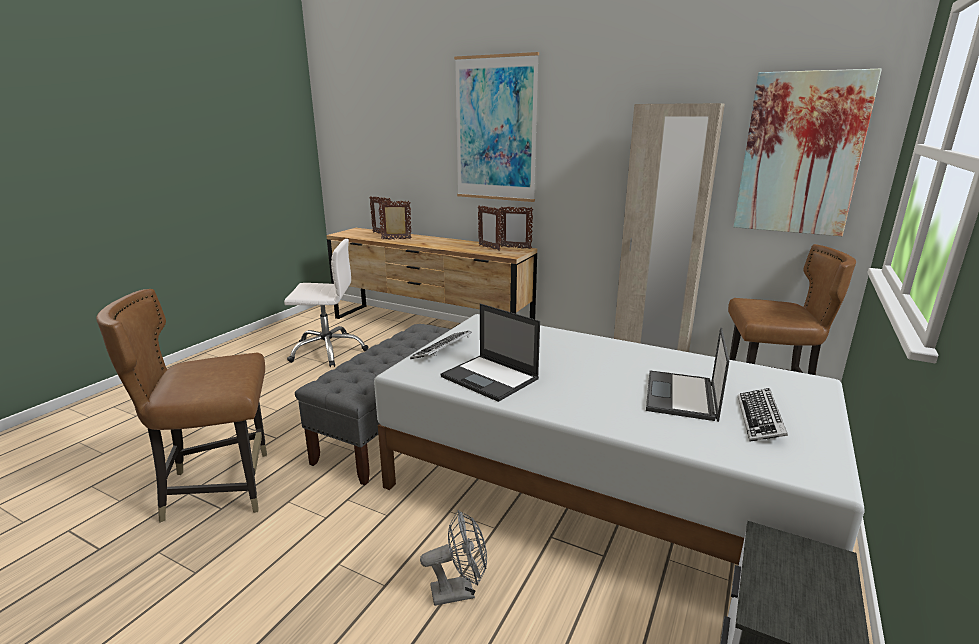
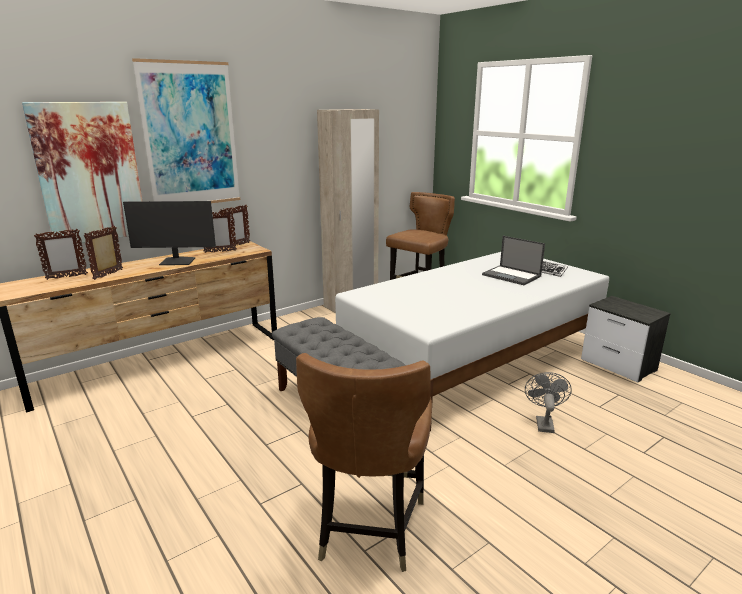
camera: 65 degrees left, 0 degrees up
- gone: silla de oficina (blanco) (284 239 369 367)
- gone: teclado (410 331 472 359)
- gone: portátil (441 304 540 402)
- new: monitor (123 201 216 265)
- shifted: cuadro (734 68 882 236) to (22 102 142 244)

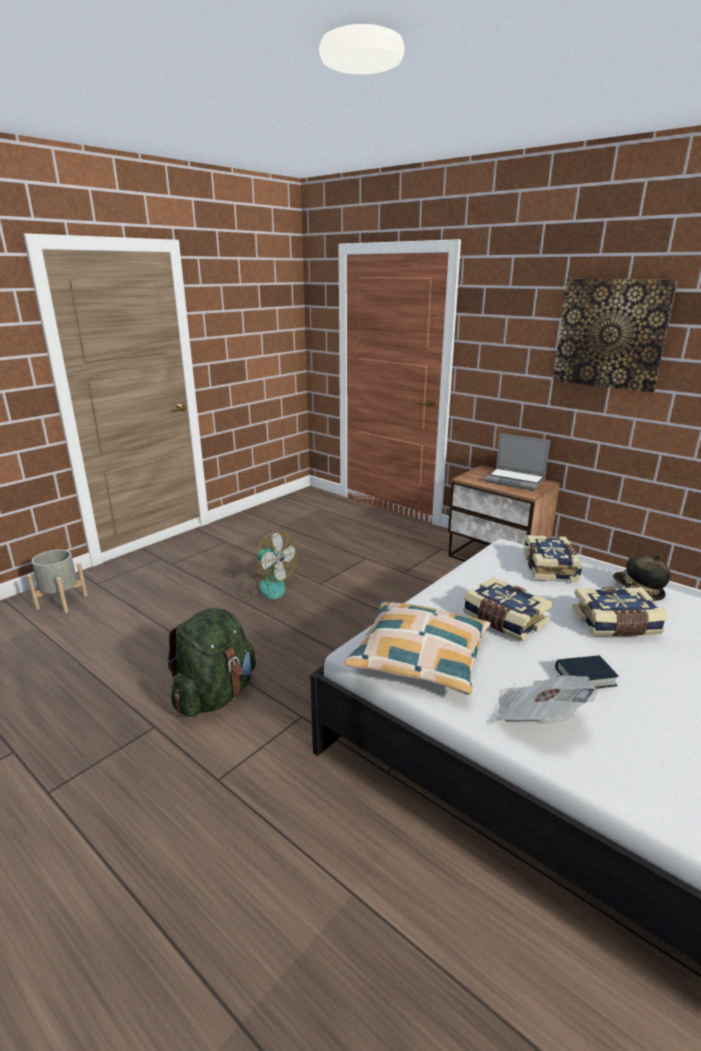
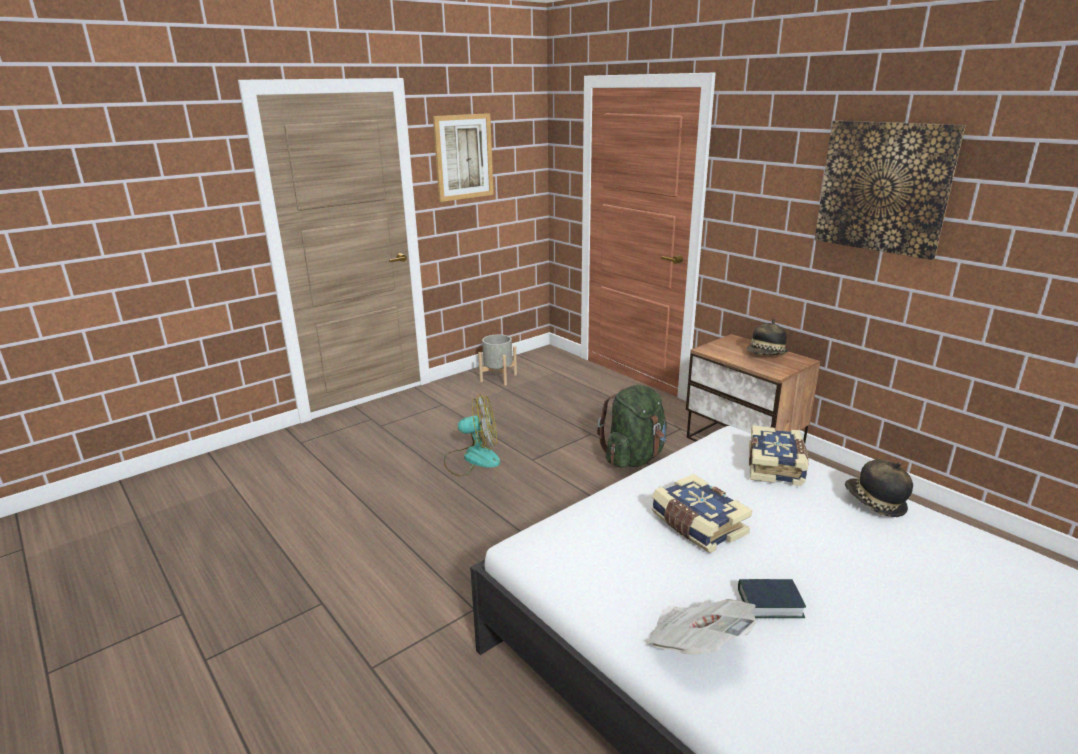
camera: 10 degrees right, 0 degrees up
- gone: cojín (344 601 491 695)
- gone: libro (572 587 667 636)
- new: cuadro (433 113 494 202)
- shifted: maceta (gris) (27 549 88 613) to (478 334 517 386)
- shifted: mochila (verde) (166 608 256 717) to (597 385 667 468)
- swapped: portátil (484 433 551 490) to sombrero (747 319 788 355)
- rotated: ventilador (237 531 297 599) = (444 394 500 477) 45 degrees counterclockwise

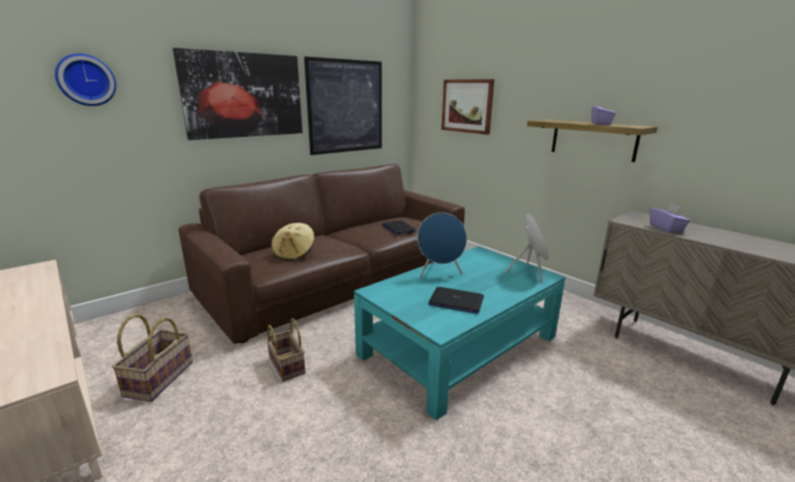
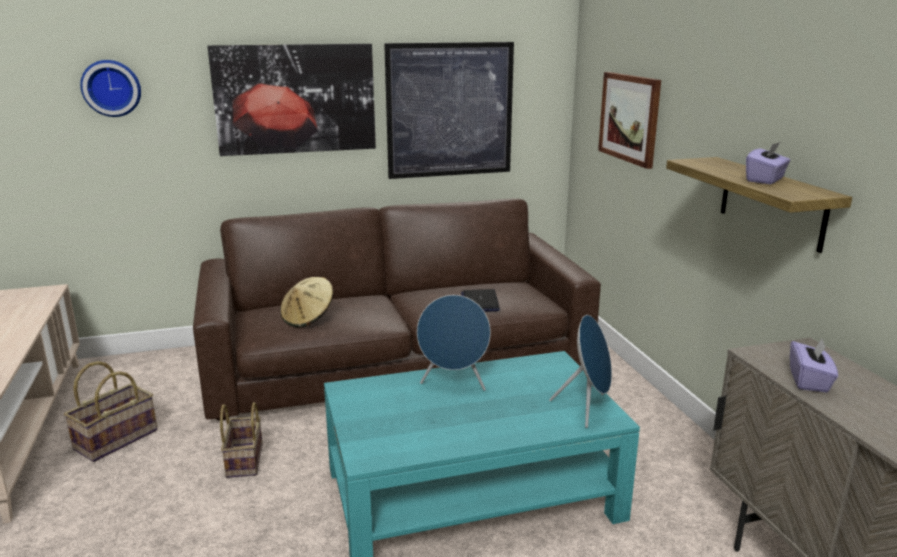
camera: 25 degrees right, 0 degrees up
- gone: portátil (428 287 484 314)

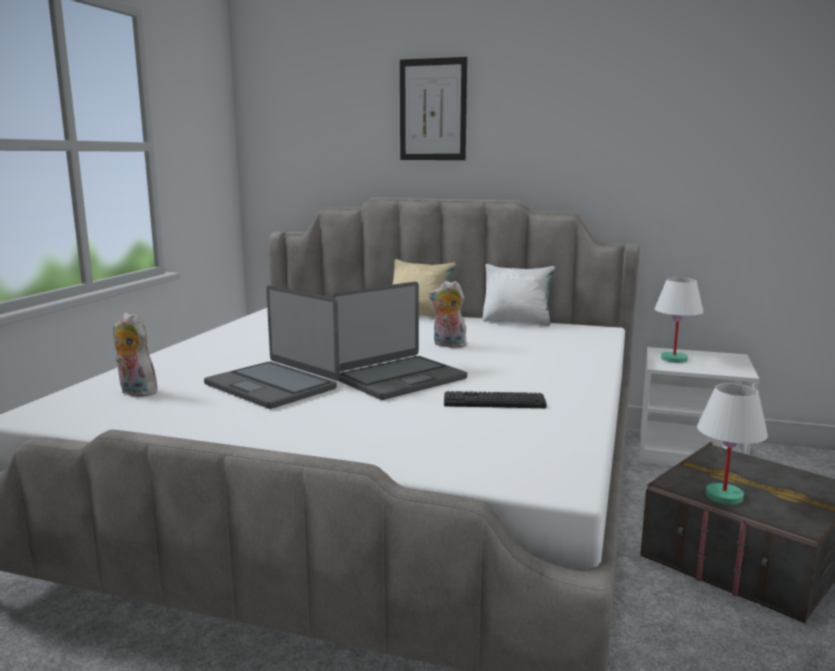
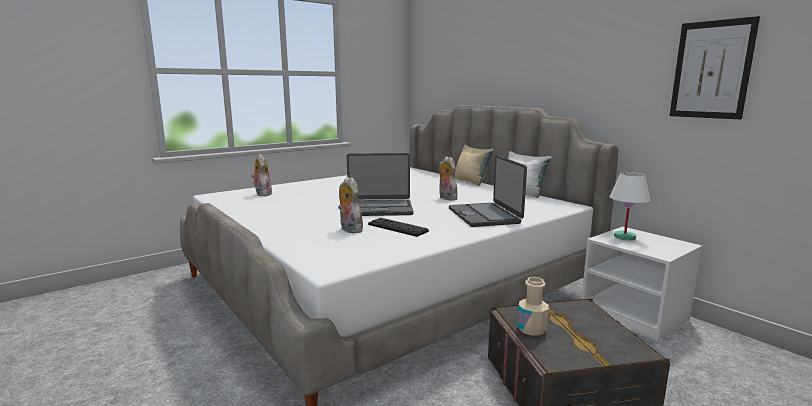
camera: 35 degrees right, 0 degrees up
- new: peluche (338 177 363 233)
- shifted: portátil (204 285 340 409) to (449 155 527 227)
- shifted: cuadro (400 57 467 160) to (670 16 760 119)
- swapped: lámpara de mesa (blanco) (697 383 768 505) to botella (beis) (517 277 549 336)

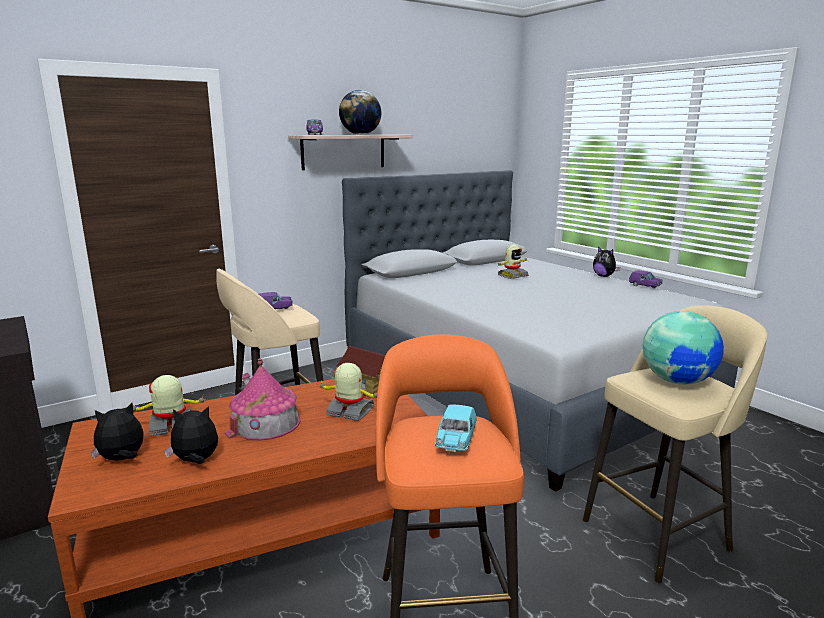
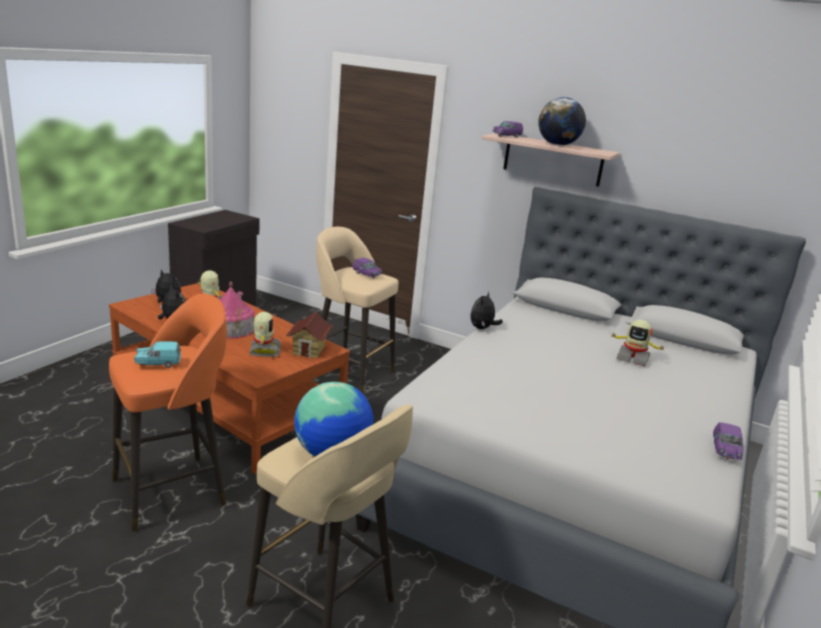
camera: 60 degrees right, 5 degrees up
- shifted: peluche (593 246 620 277) to (470 291 503 329)

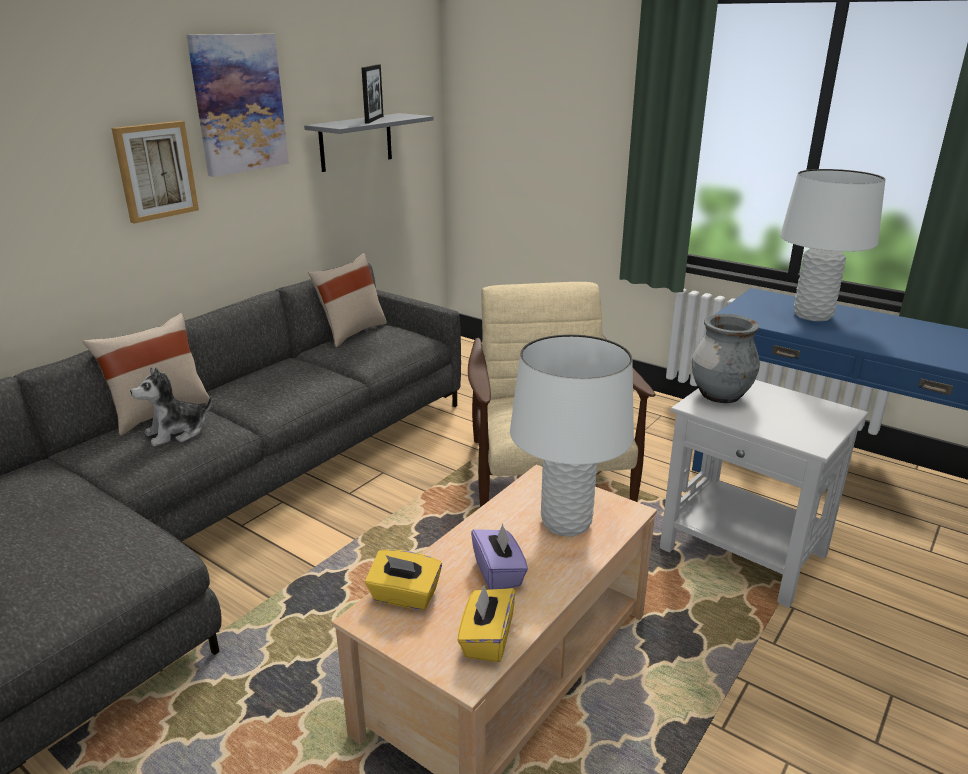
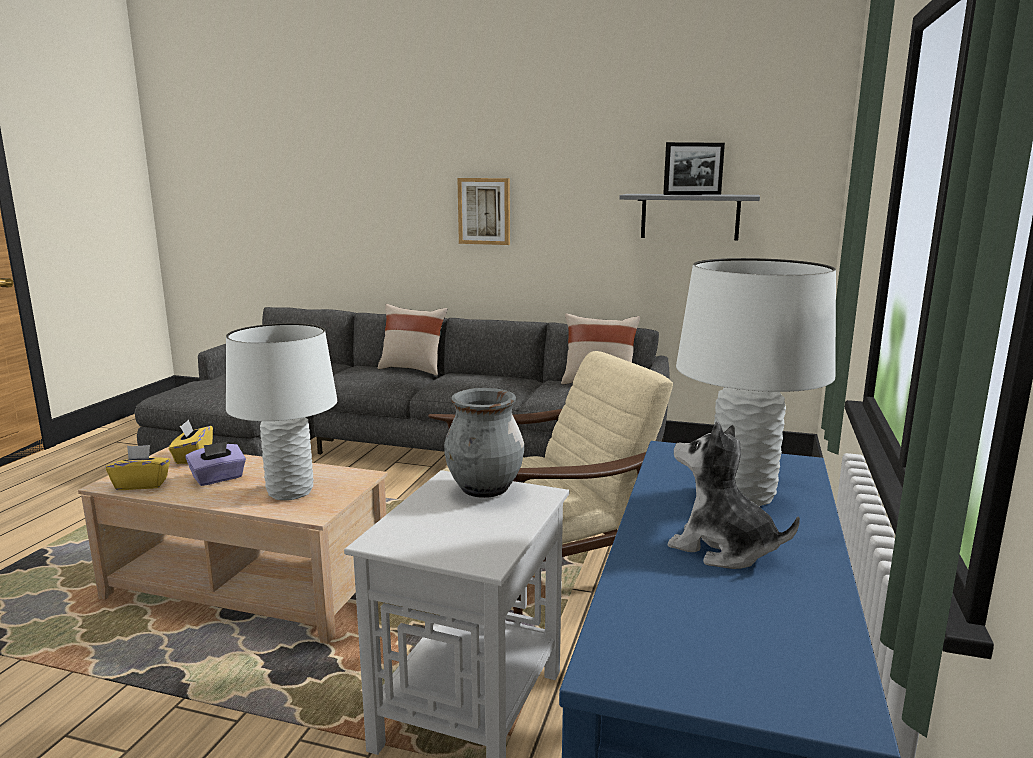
camera: 70 degrees right, 10 degrees down
- gone: cuadro (187 34 289 177)
- shifted: peluche (130 367 212 446) to (668 421 800 569)

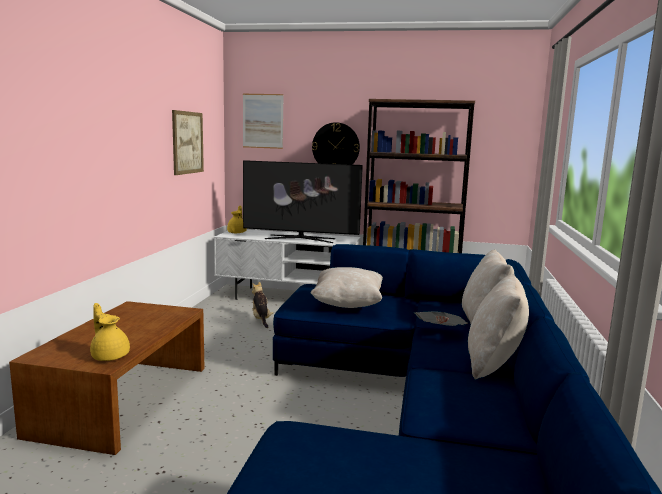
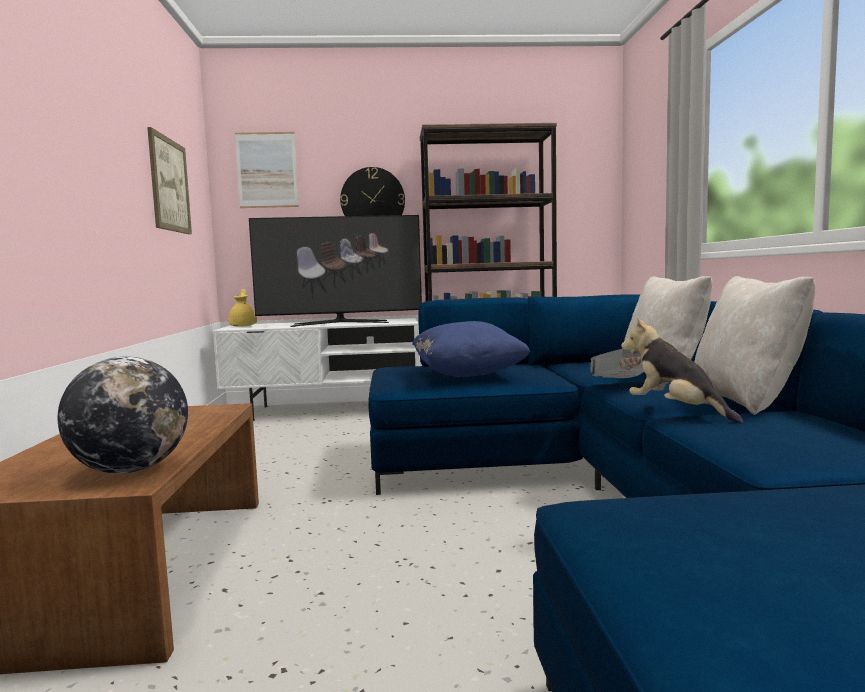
camera: 15 degrees left, 5 degrees down
- shifted: peluche (252 282 273 328) to (621 319 743 423)
- swapped: tetera (amarillo) (90 303 130 361) to globo terráqueo (57 357 188 474)
- repainted: cojín (beis) (311 267 383 308) to cojín (azul) (412 321 530 377)

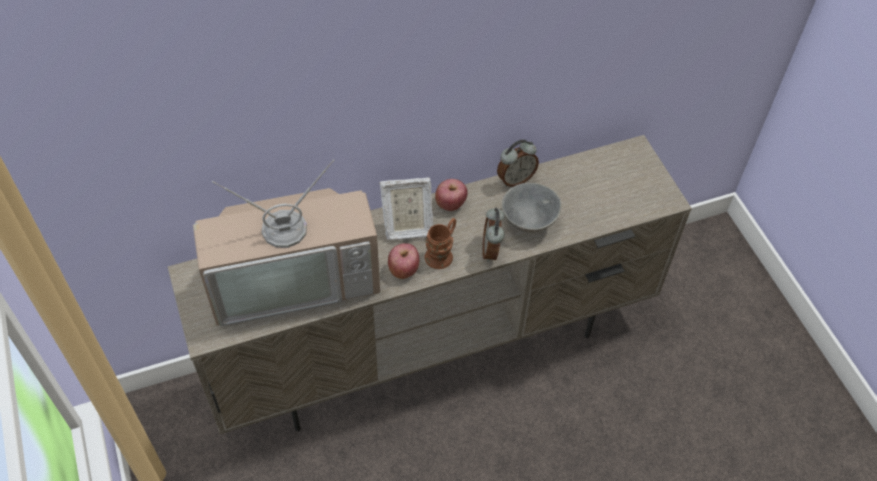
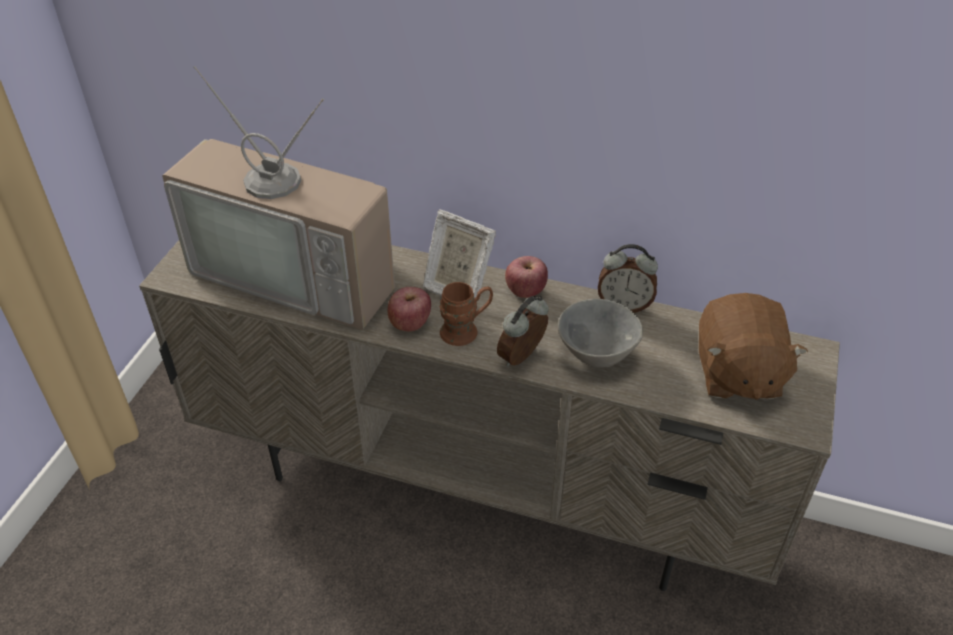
camera: 40 degrees right, 10 degrees down
- new: peluche (marrón) (699 293 808 400)

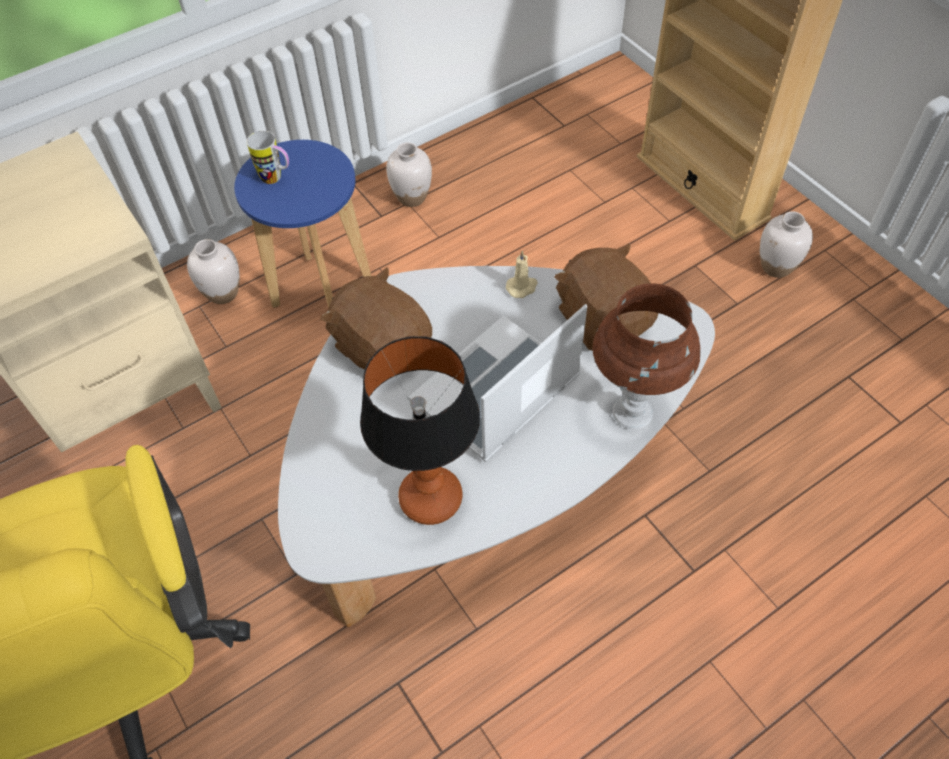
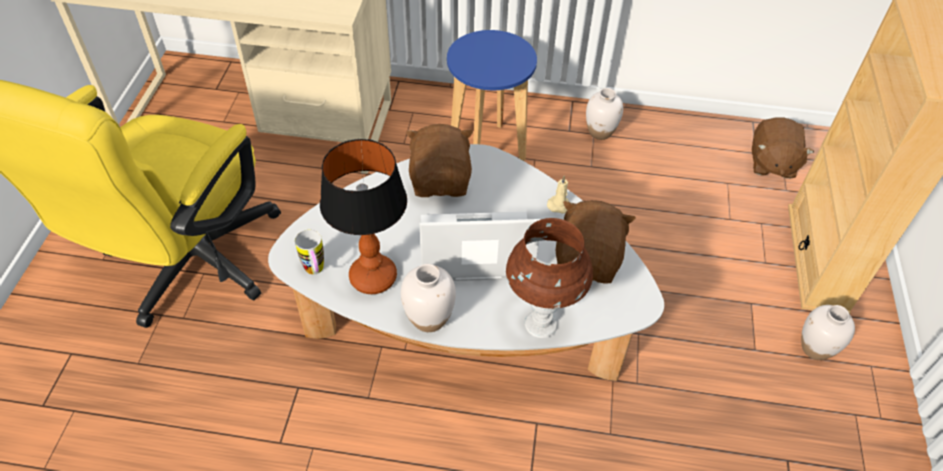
camera: 40 degrees right, 5 degrees down
- new: peluche (marrón) (752 117 814 179)
- shifted: florero (blanco) (187 239 240 304) to (401 264 456 332)
- shifted: taza grande (247 131 289 184) to (295 229 324 275)

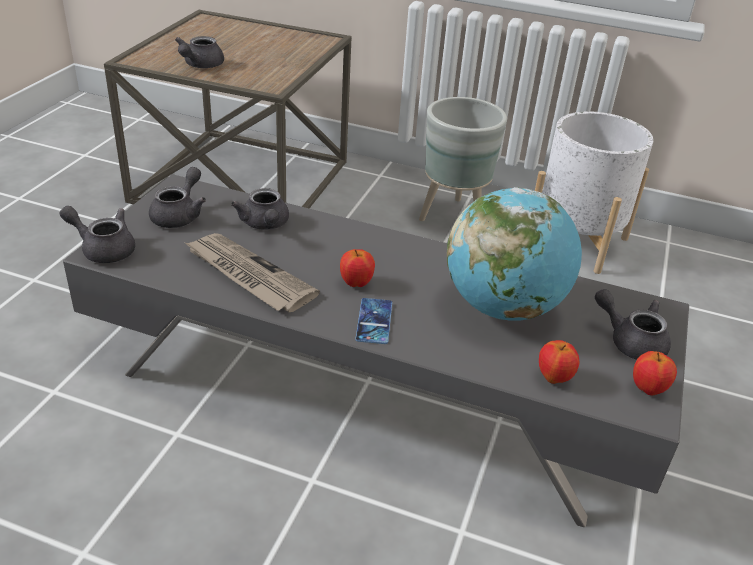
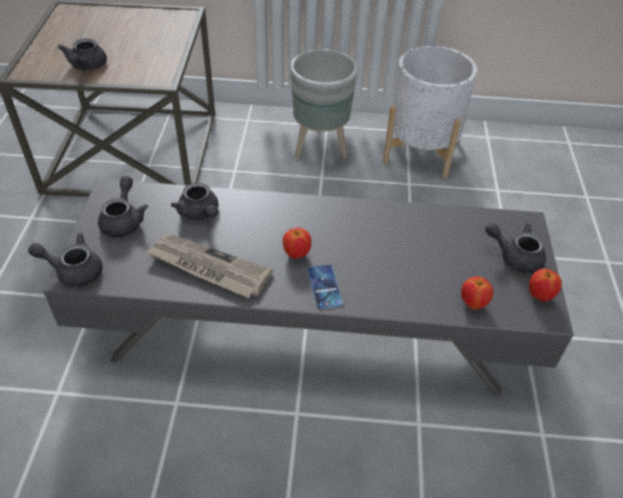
camera: 15 degrees left, 10 degrees up
- gone: globo terráqueo (447 187 582 321)

